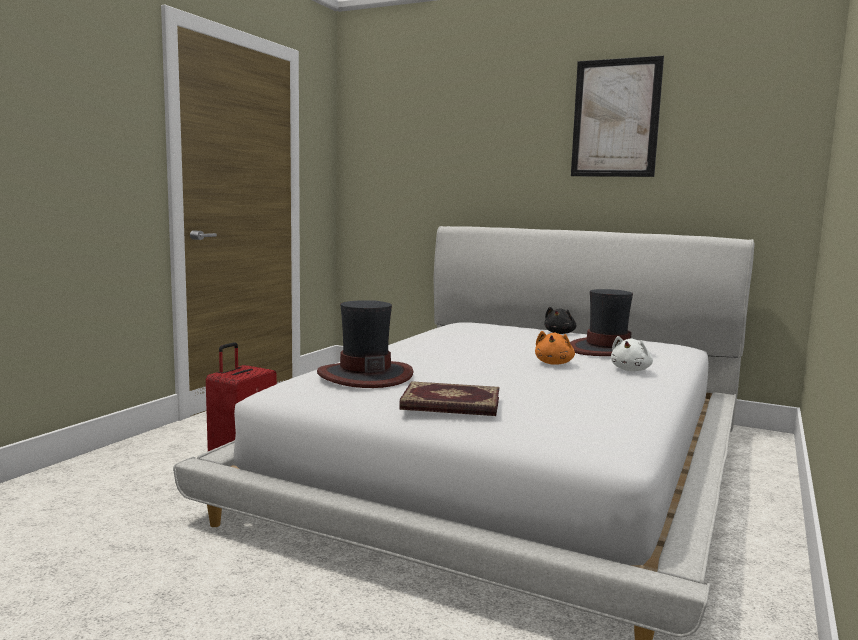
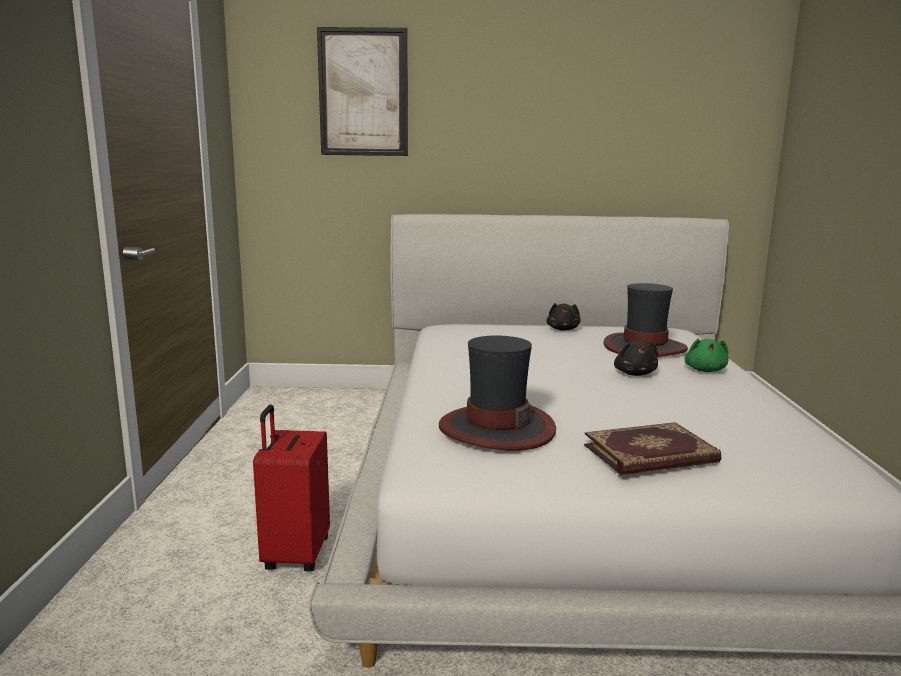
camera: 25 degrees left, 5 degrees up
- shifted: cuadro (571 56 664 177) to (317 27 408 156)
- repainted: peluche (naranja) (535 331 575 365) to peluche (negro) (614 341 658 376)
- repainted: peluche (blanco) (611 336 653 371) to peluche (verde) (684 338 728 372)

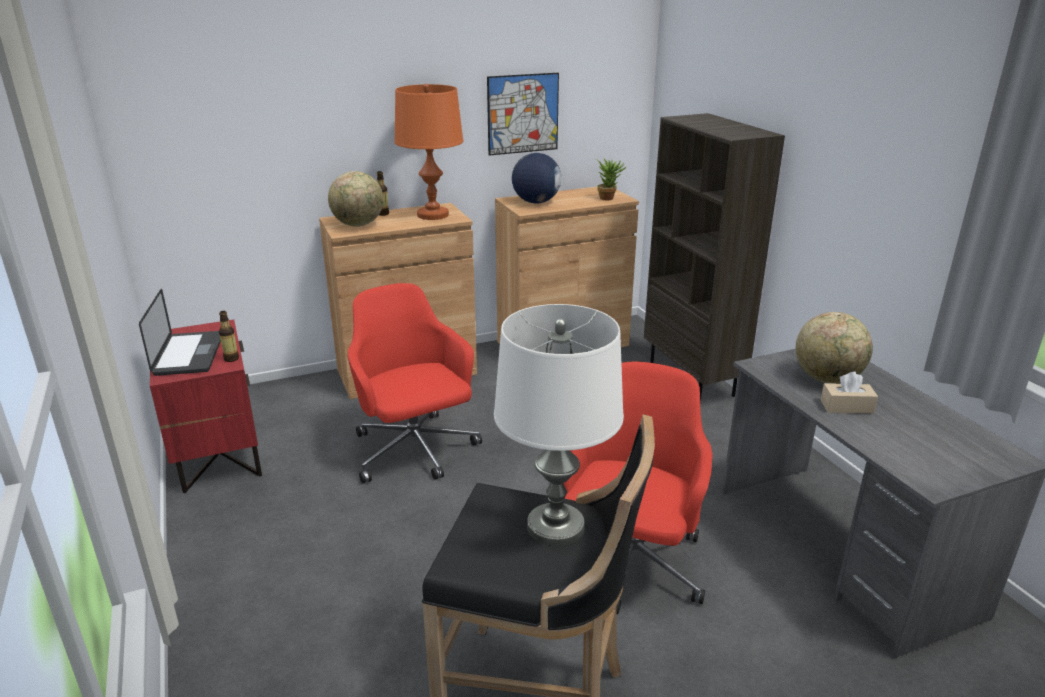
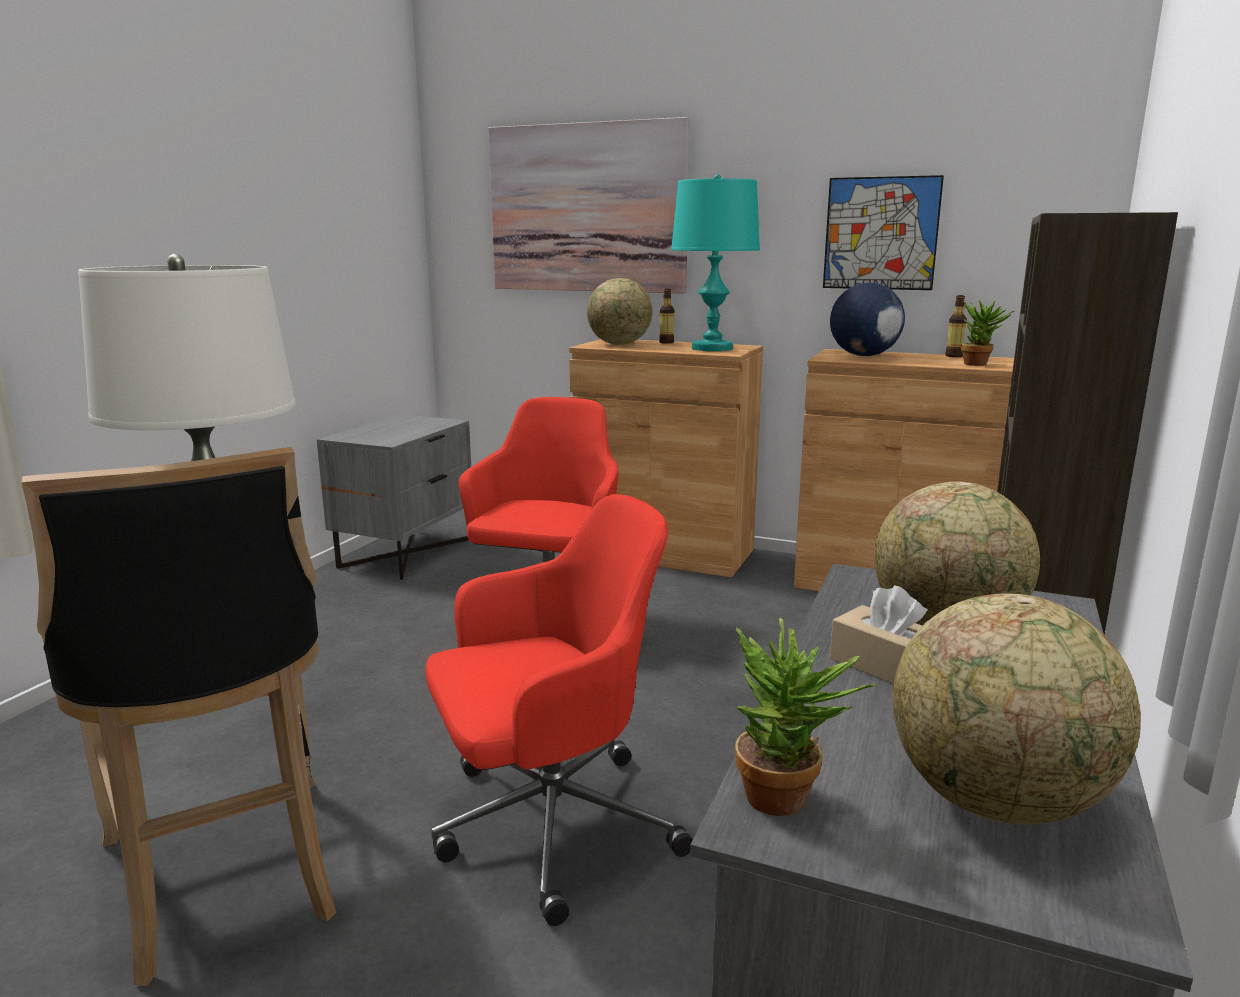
camera: 45 degrees right, 10 degrees down
- gone: portátil (139 289 221 376)
- new: cuadro (489 117 690 294)
- new: planta en maceta (735 618 876 816)
- new: globo terráqueo (893 593 1141 825)
- shifted: botella (219 311 239 362) to (945 295 967 357)
- repainted: mesita de noche (rojo) (150 319 262 493) to mesita de noche (gris) (317 414 471 580)
- repainted: lámpara de mesa (naranja) (394 84 463 220) to lámpara de mesa (turquesa) (671 174 760 351)

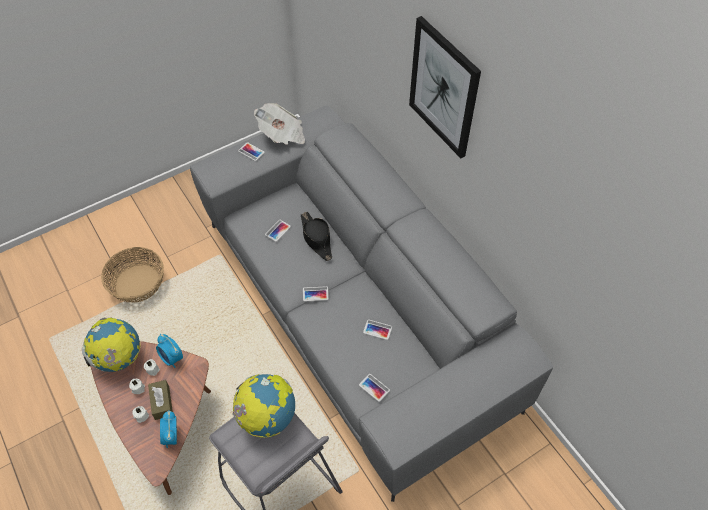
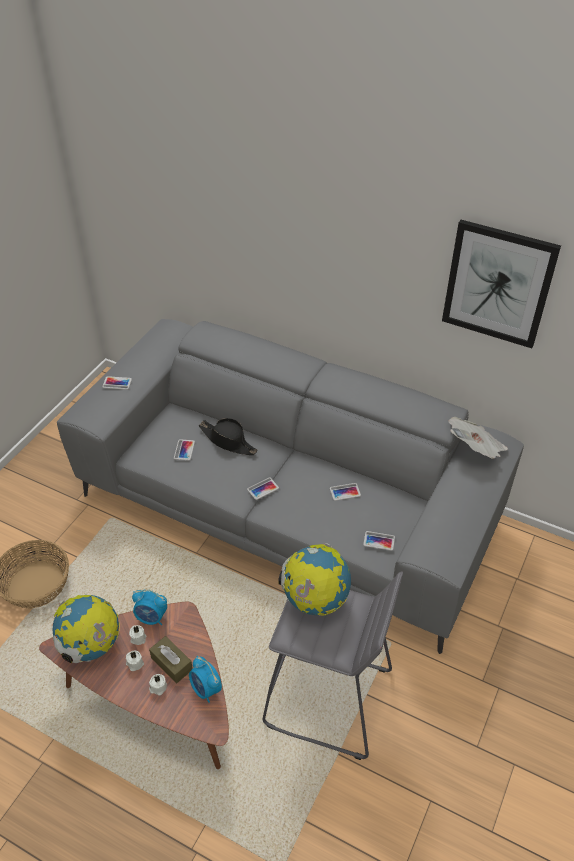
camera: 30 degrees left, 10 degrees down
- shifted: periódico (254 103 305 145) to (449 417 508 459)
- shifted: cuadro (409 16 481 158) to (442 220 561 348)

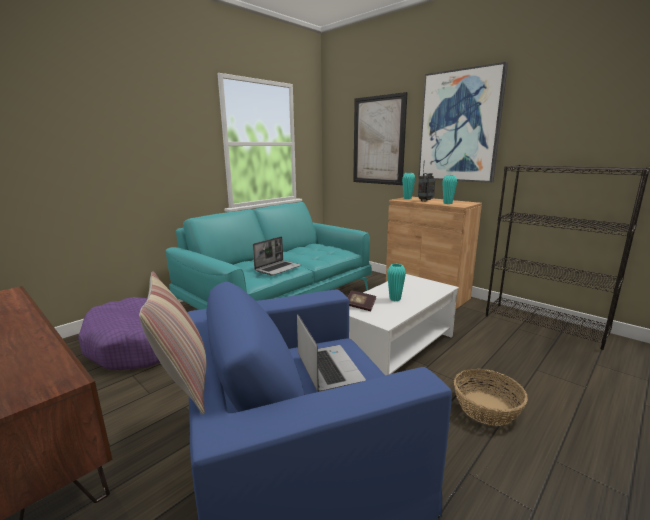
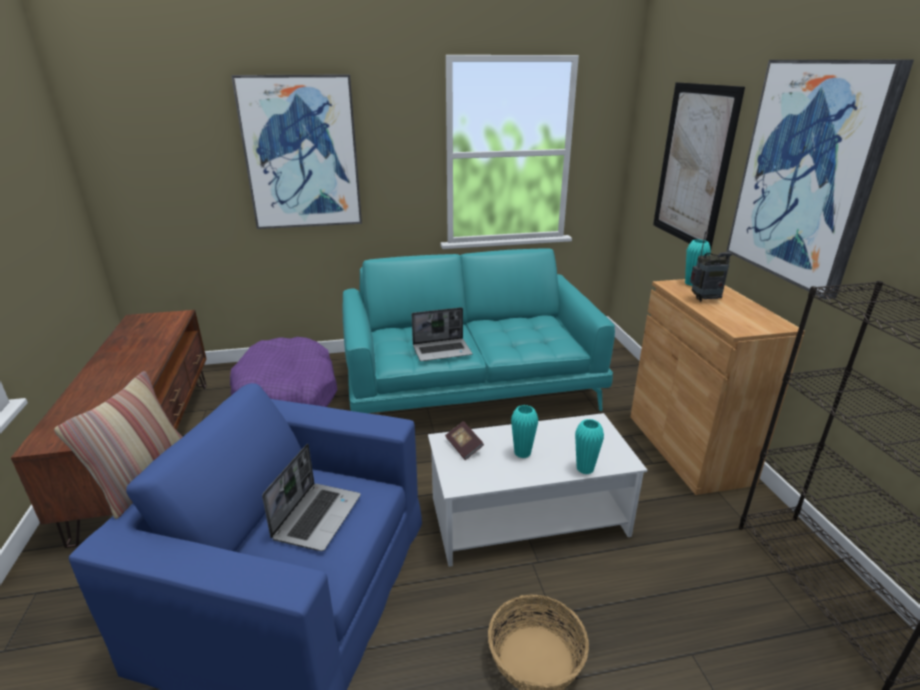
camera: 35 degrees right, 10 degrees up
- new: cuadro (231 75 362 229)
- shifted: florero (turquesa) (442 175 457 204) to (575 419 604 474)

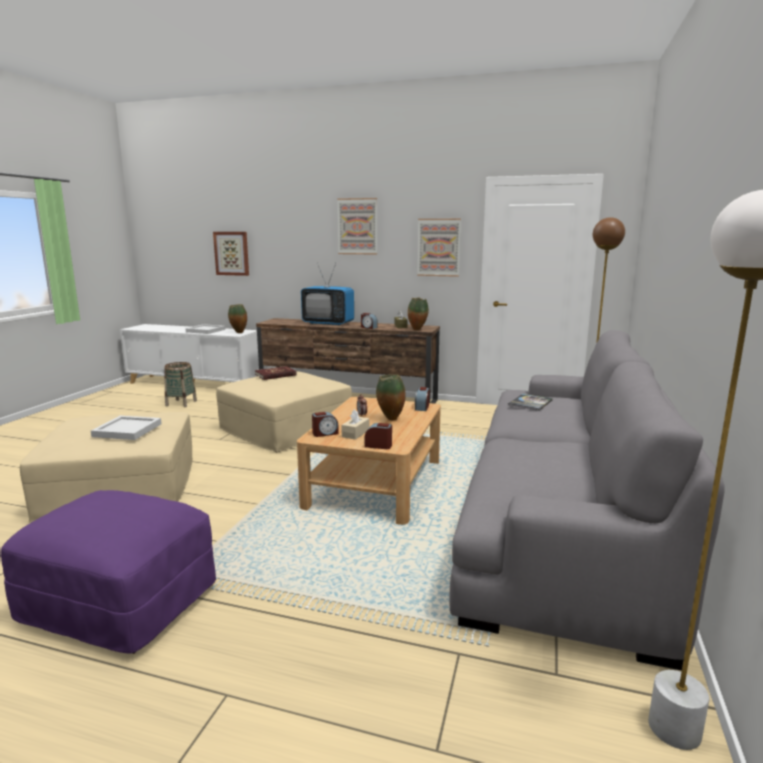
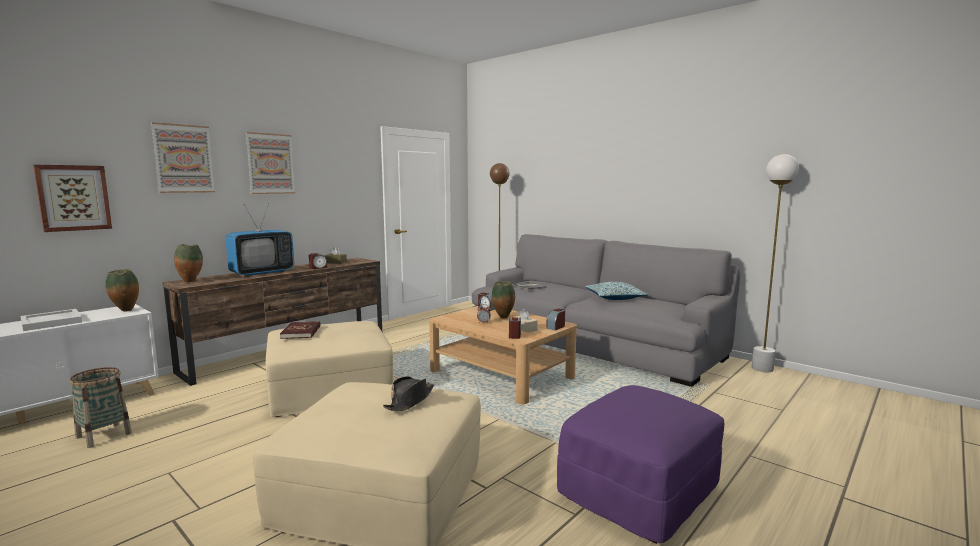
camera: 65 degrees left, 5 degrees down
- new: cojín (585 282 648 300)
- shifted: florero (408 298 429 330) to (174 244 203 282)
- shifted: cuadro (417 219 461 277) to (151 122 215 193)
- swapped: bandeja (blanco) (91 416 162 440) to sombrero (negro) (383 376 434 411)

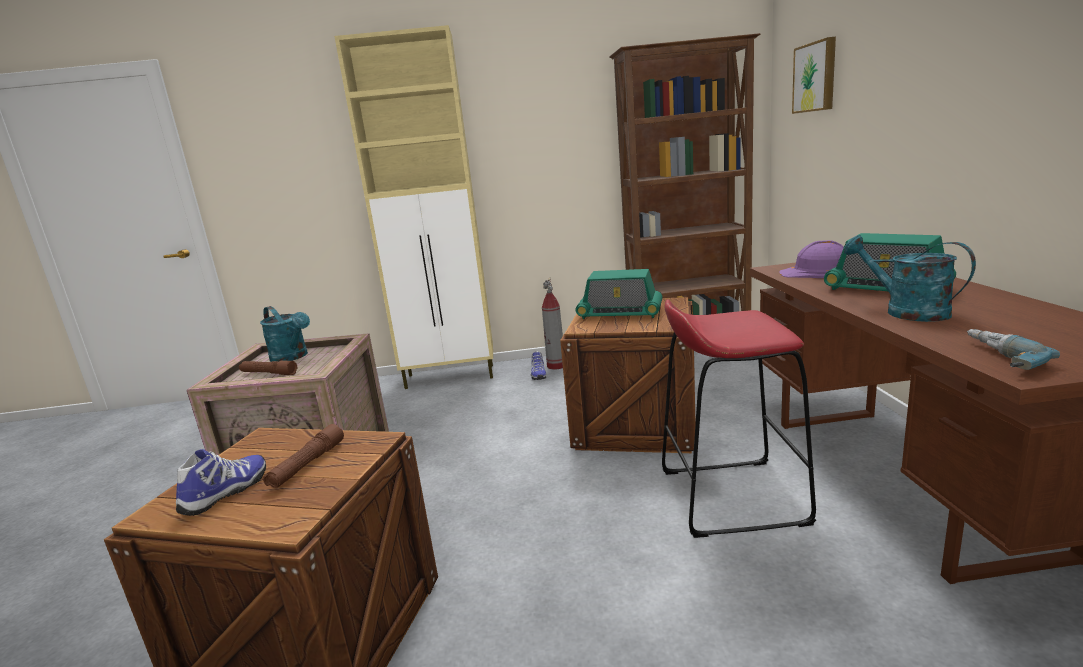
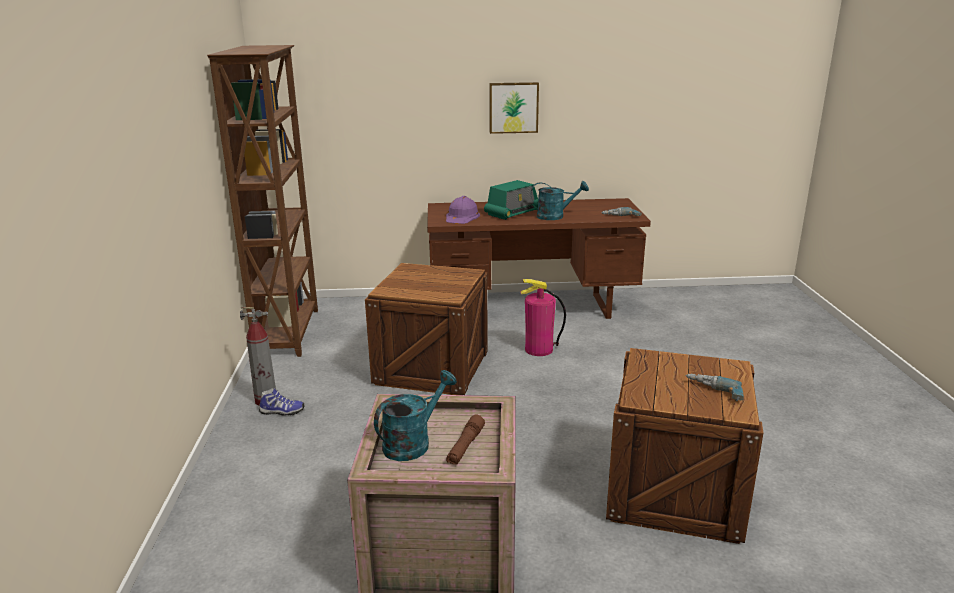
camera: 90 degrees left, 5 degrees up
- gone: linterna (marrón) (263 424 344 488)
- gone: armario (beis) (334 25 493 389)
- gone: radio (575 269 663 319)
- shifted: cuadro (792 37 836 114) to (489 82 539 134)
- swapped: zapato (176 449 266 516) to taladro (686 374 744 401)
- swapped: taburete (rojo) (662 299 816 538) to extintor (520 279 566 356)
- rotated: regadera (turquesa) (844 235 976 322) = (531 181 589 220) 150 degrees counterclockwise

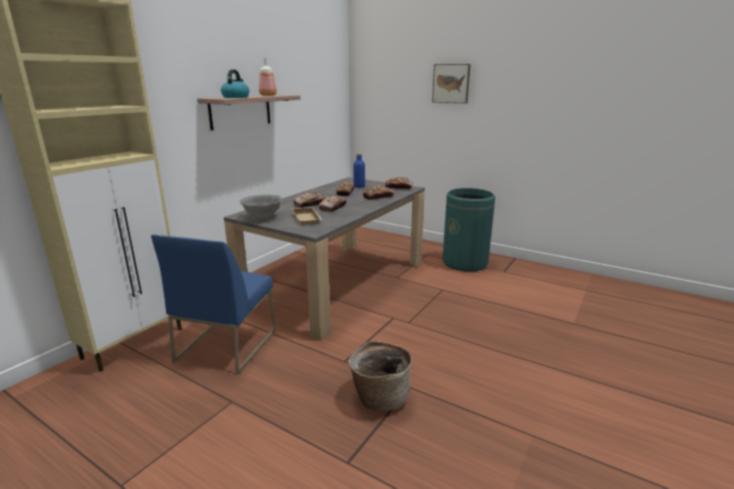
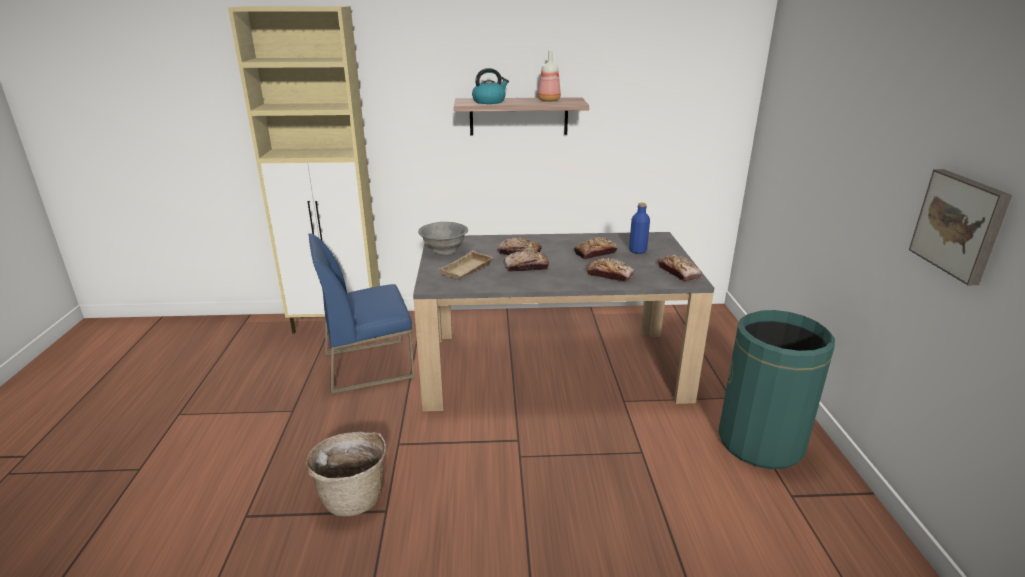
camera: 55 degrees right, 5 degrees up
- shifted: cuadro (432 64 471 104) to (909 169 1012 285)

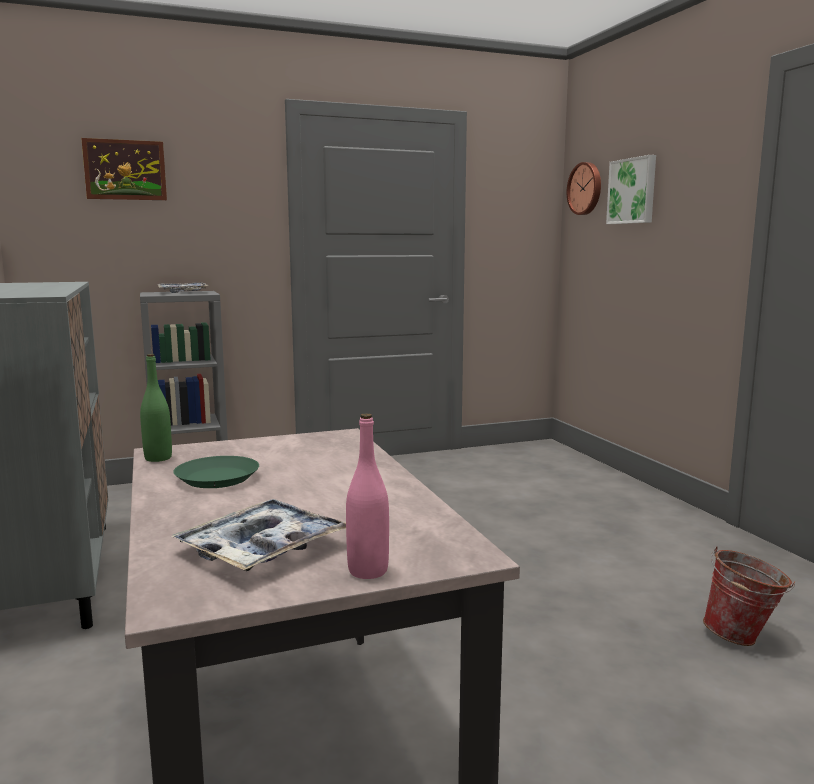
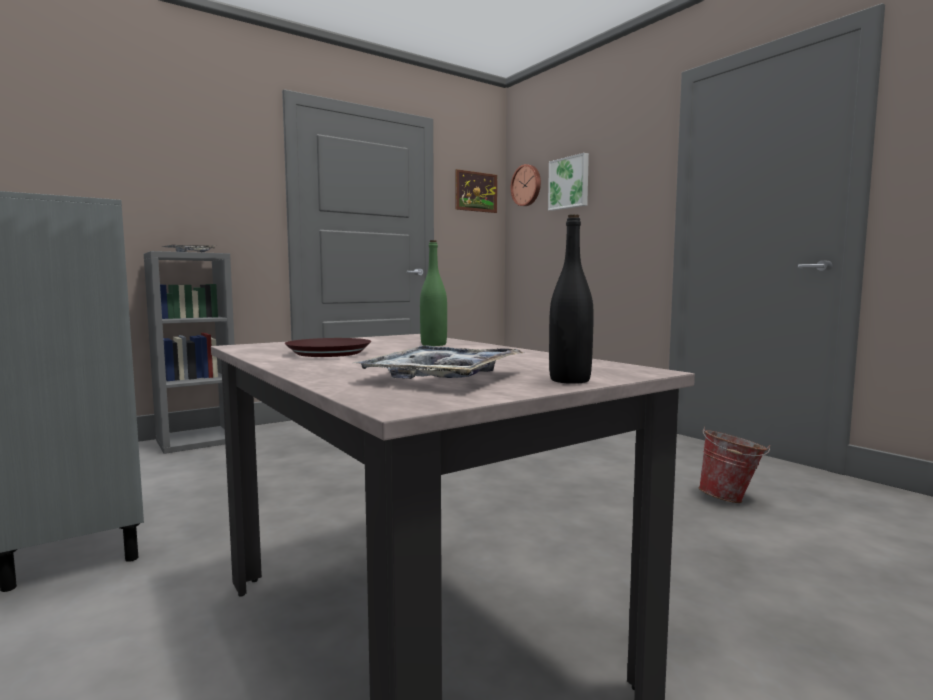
camera: 15 degrees left, 5 degrees down
- shifted: cuadro (81 138 167 200) to (455 169 497 213)
- shifted: botella (verde) (140 354 172 462) to (420 240 447 346)
- repainted: plato (verde) (173 456 259 488) to plato (marrón) (285 338 371 357)
- repainted: botella (rosa) (346 413 389 579) to botella (negro) (549 214 594 384)

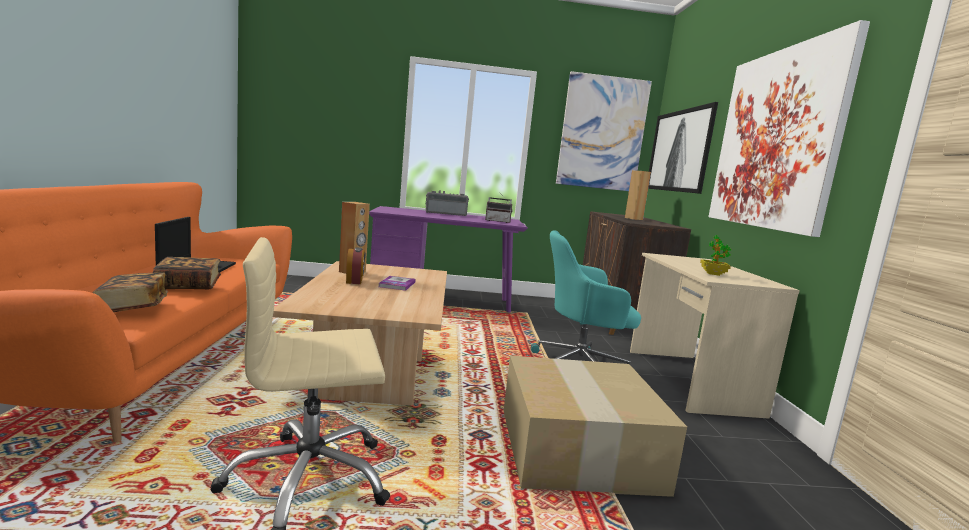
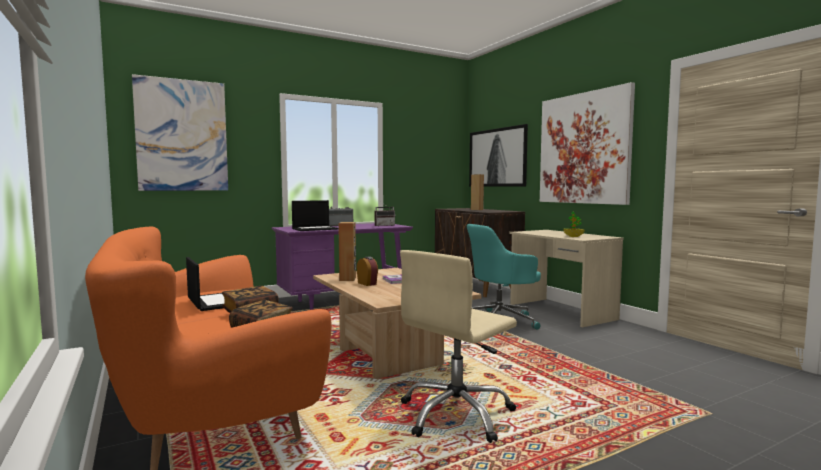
camera: 25 degrees left, 5 degrees down
- gone: caja de cartón (504 356 687 497)
- new: portátil (292 200 339 231)
- shifted: cuadro (556 71 652 191) to (132 74 228 191)

